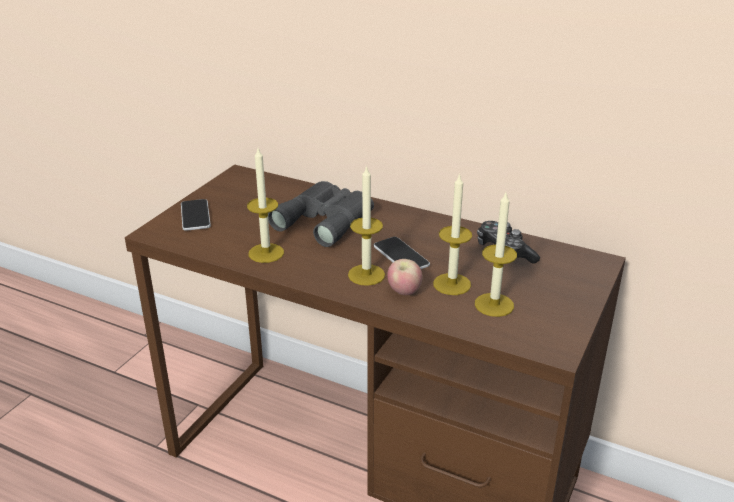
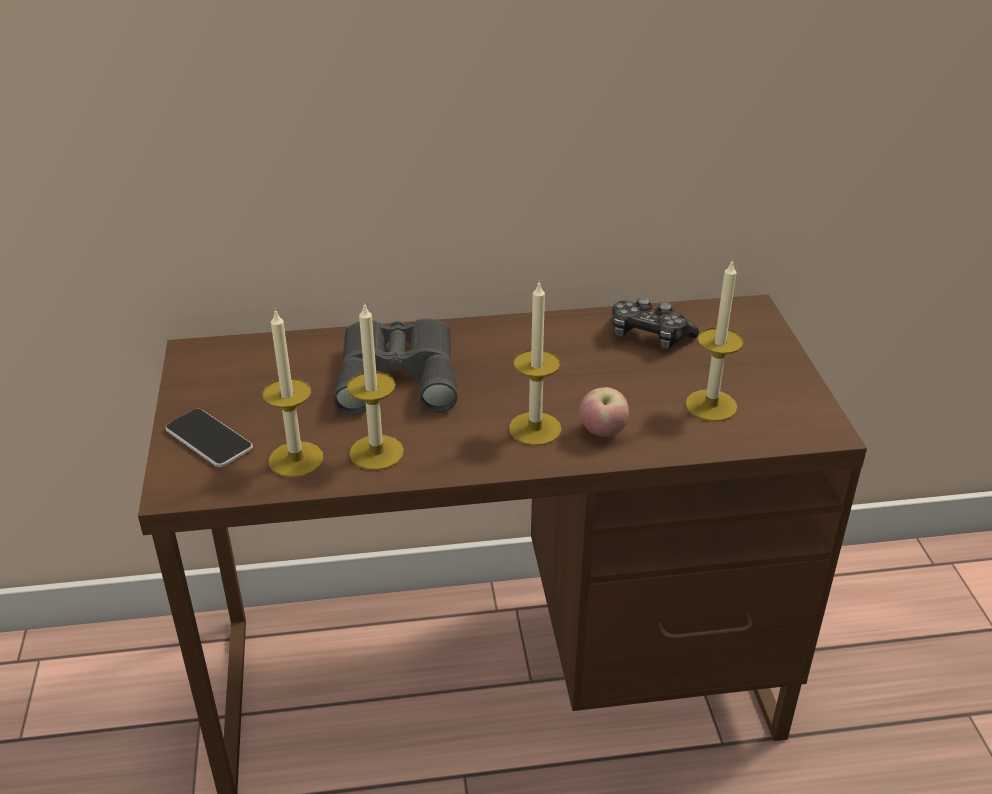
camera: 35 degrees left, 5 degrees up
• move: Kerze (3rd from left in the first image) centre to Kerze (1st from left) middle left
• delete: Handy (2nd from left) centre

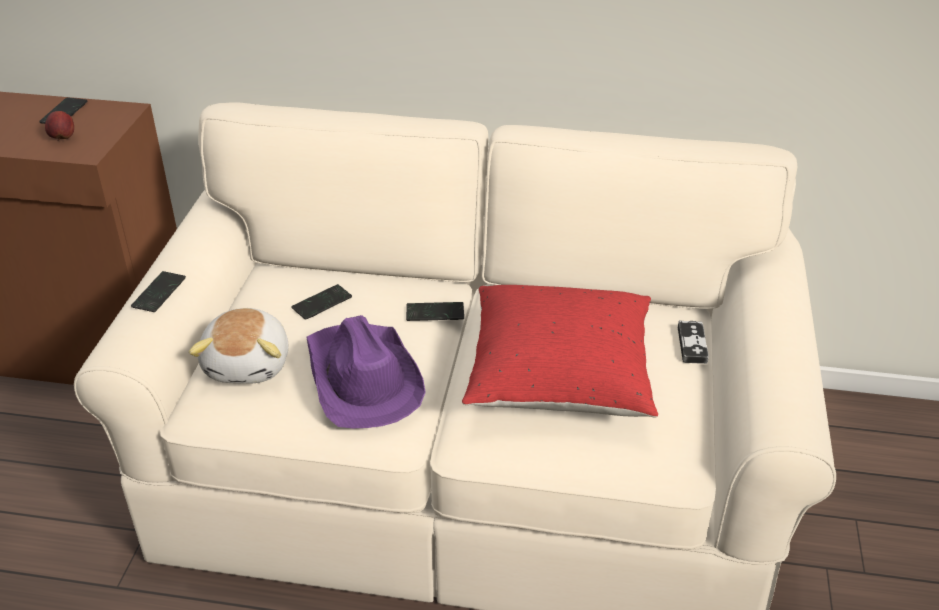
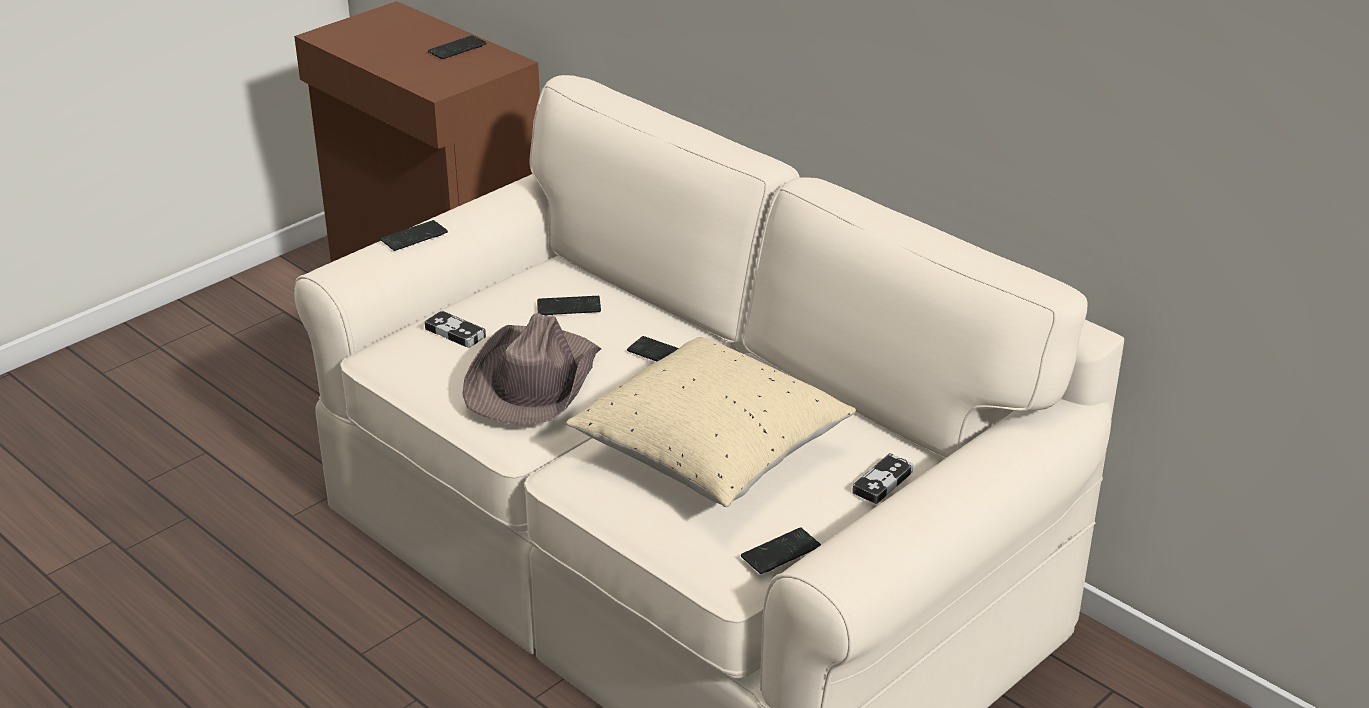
camera: 35 degrees right, 5 degrees down
• delete: Apfel top left
• recolor: Kissen [rot] centre to Kissen [beige] centre
• replace: Plüschtier middle left to Gamepad (1st from left) middle left
• recolor: Hut [lila] centre to Hut [braun] centre
• insert: Handy (5th from left) bottom centre

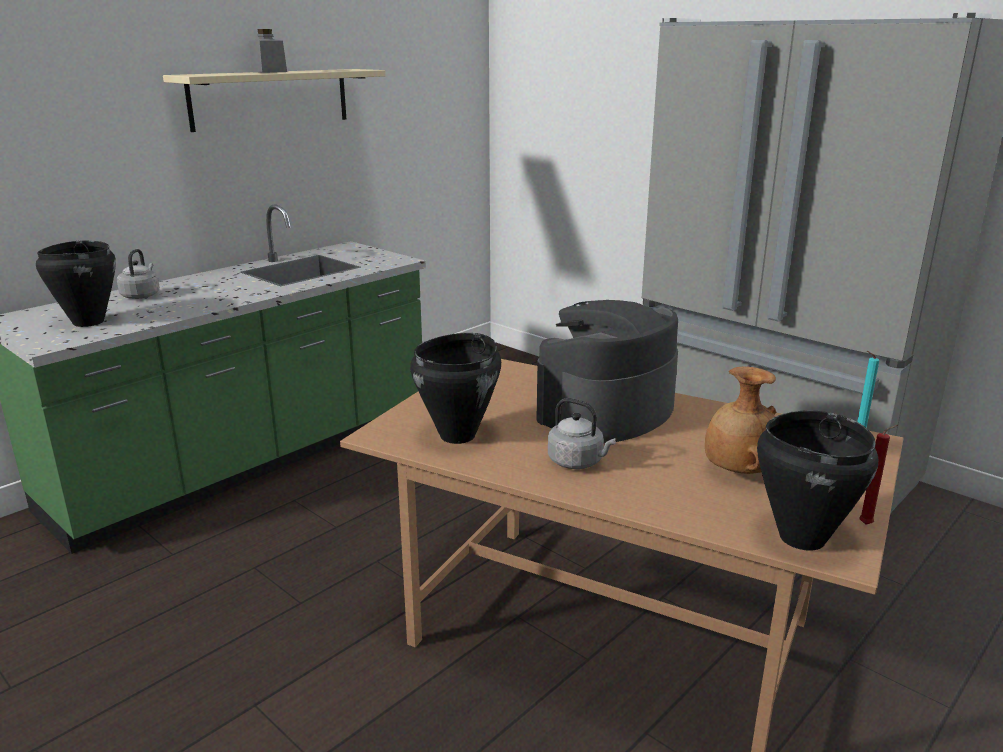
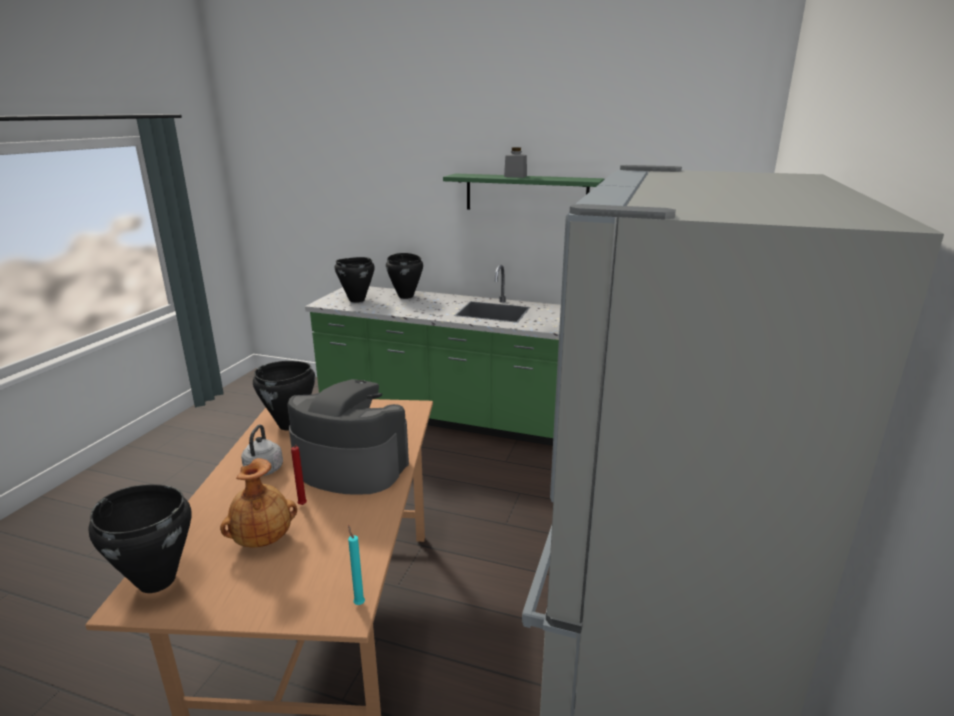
camera: 65 degrees right, 0 degrees up
• recolor: Wandregal [beige] top left to Wandregal [grün] top centre
• replace: Wasserkessel [grau] (1st from left) middle left to Kochtopf [schwarz] (4th from left) centre
• move: Kerze [rot] middle right to middle left

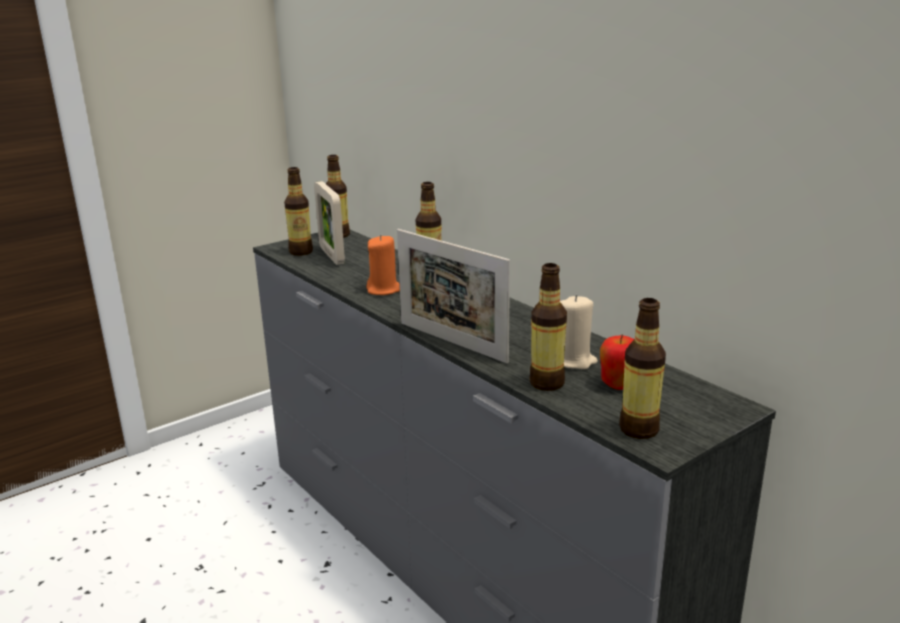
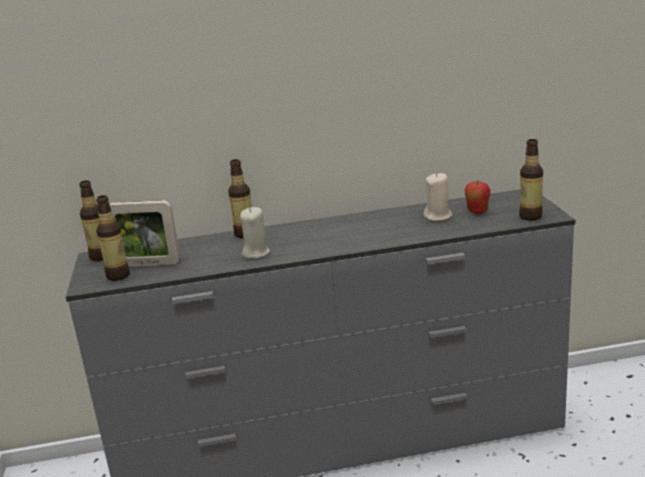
camera: 60 degrees left, 0 degrees up
• delete: Bilderrahmen (2nd from left) centre
• recolor: Kerze [orange] centre to Kerze [beige] (1st from left) centre
• delete: Flasche (4th from left) centre

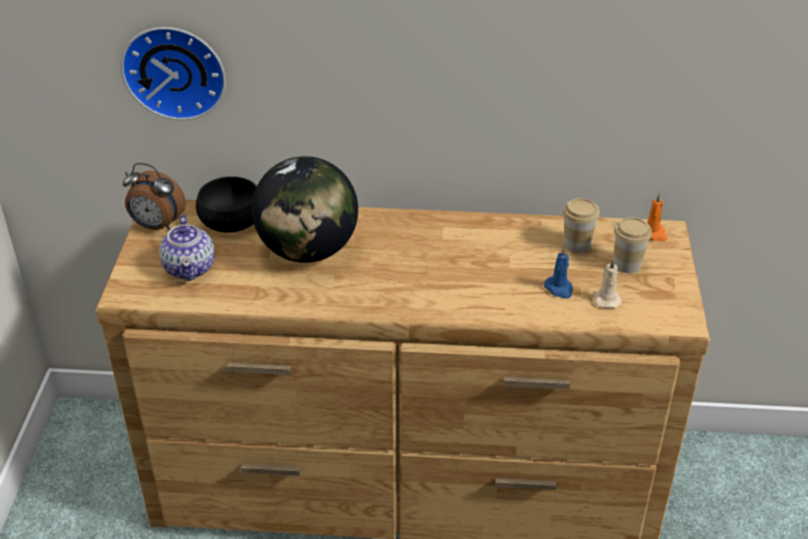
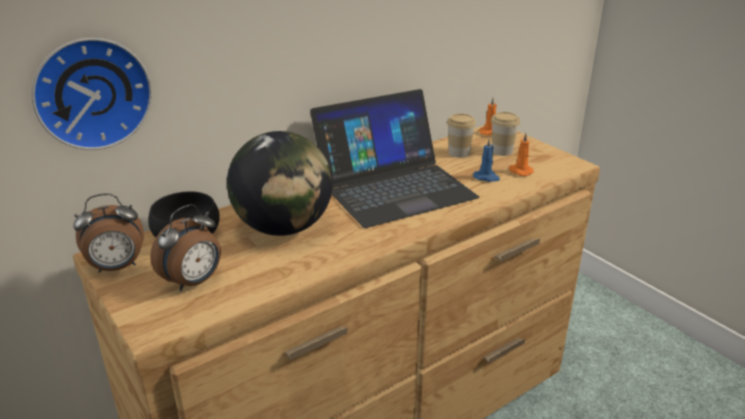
camera: 40 degrees left, 10 degrees down
• replace: Teekanne middle left to Wecker (2nd from left) middle left
• recolor: Kerze [beige] middle right to Kerze [orange] (2nd from left) middle right
• insert: Laptop centre

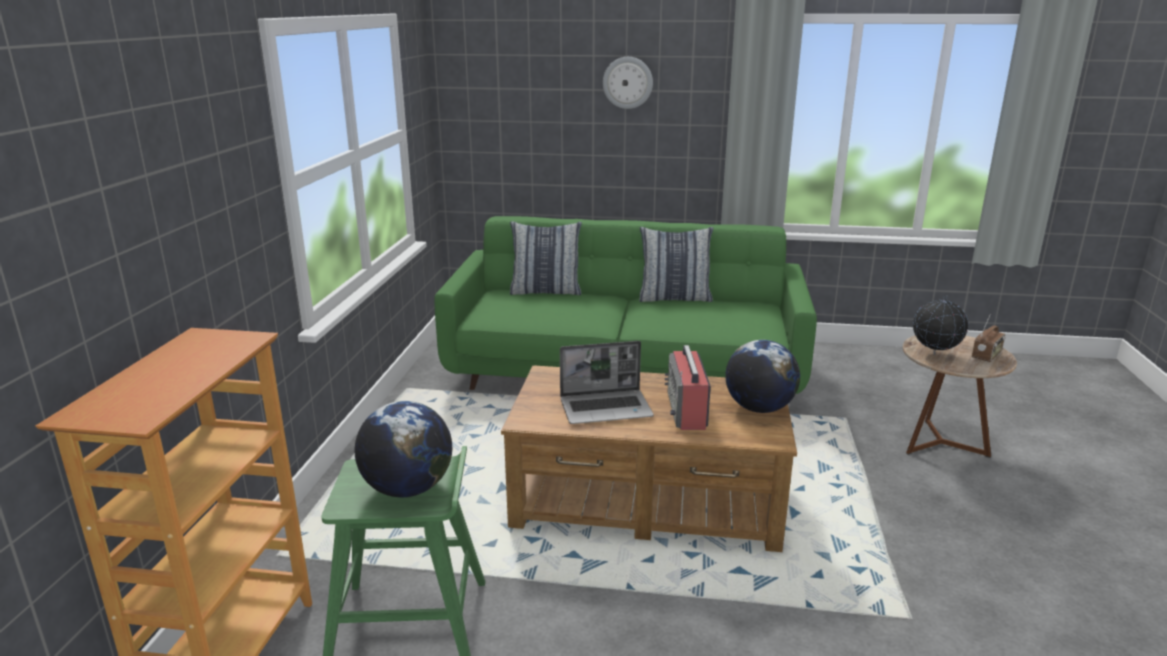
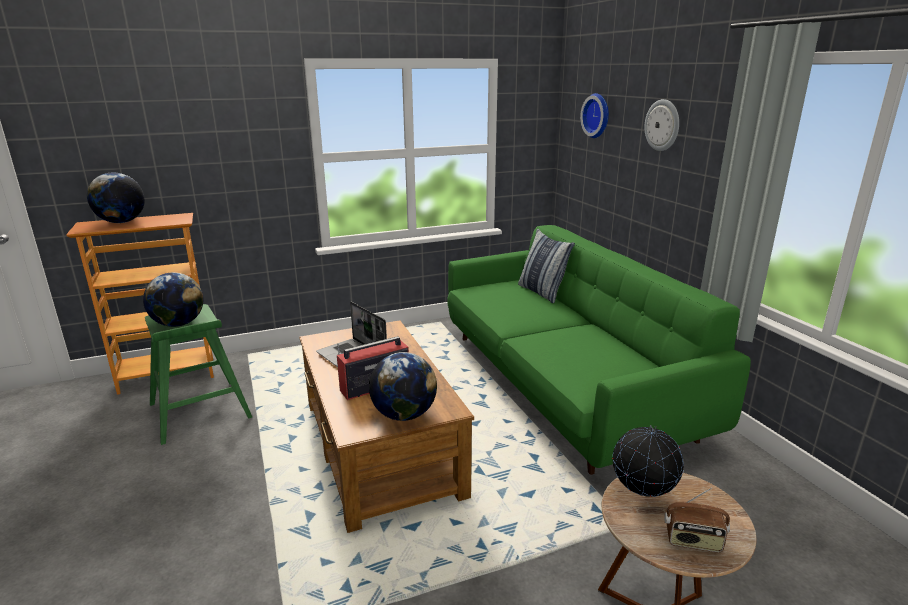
camera: 60 degrees right, 0 degrees up
• delete: Kissen (2nd from left) centre
• insert: Wanduhr (1st from left) top centre
• insert: Globus (1st from left) top left

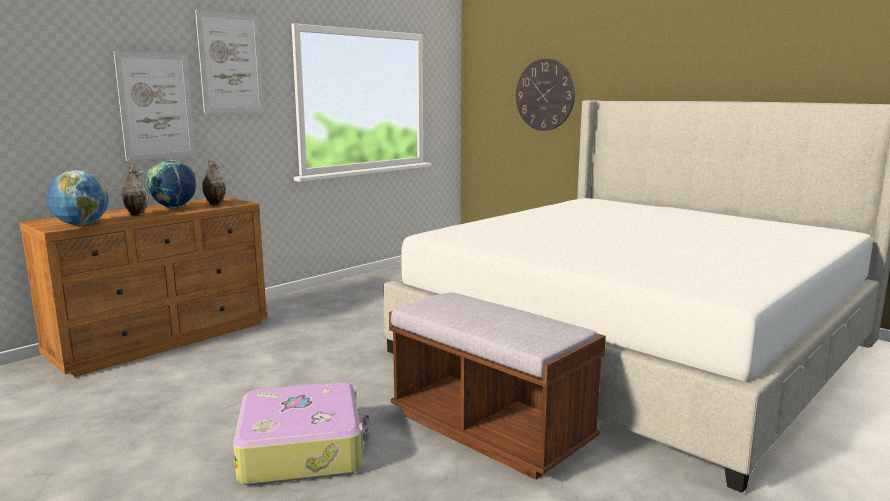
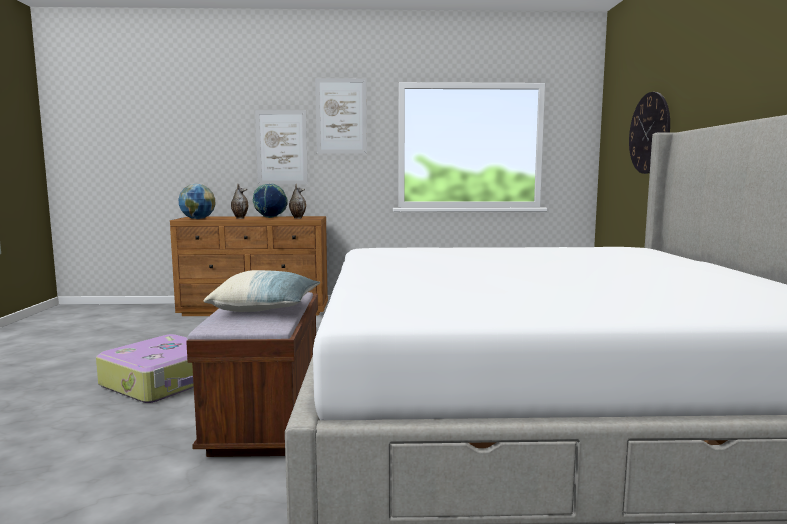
camera: 45 degrees right, 5 degrees down
• insert: Kissen middle left

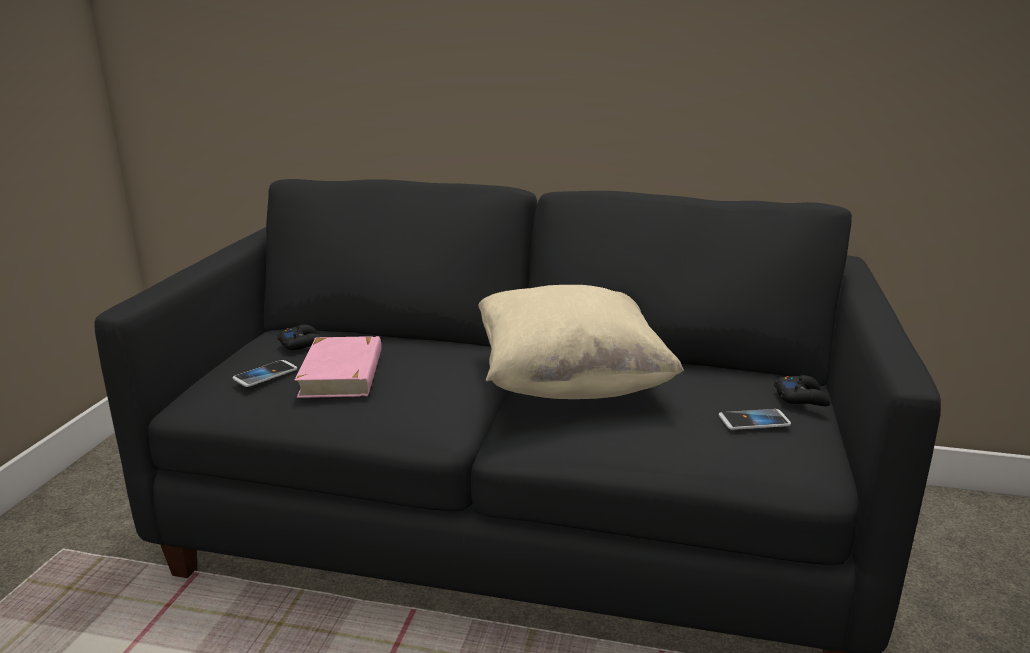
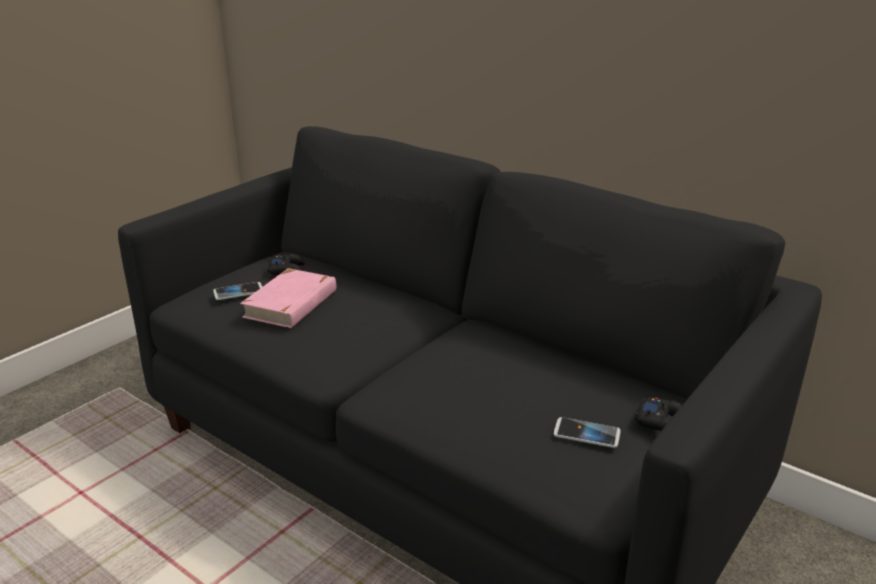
camera: 25 degrees right, 5 degrees up
• delete: Kissen [beige] centre

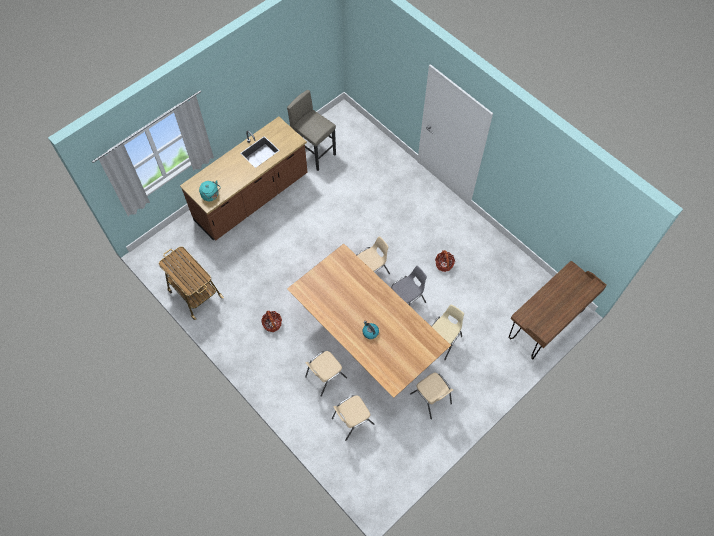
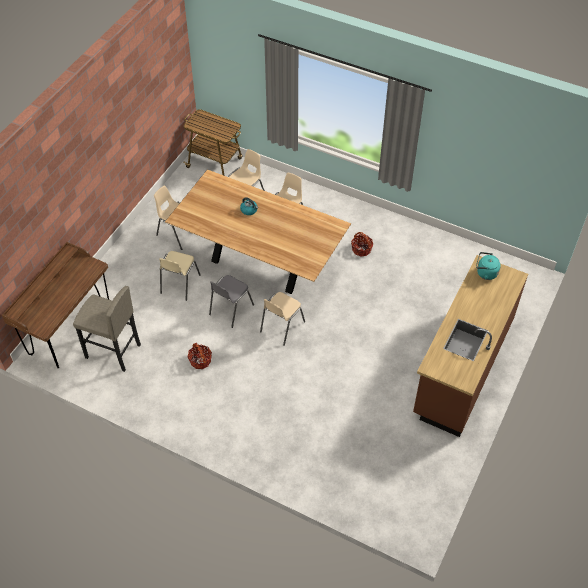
camera: 160 degrees right, 10 degrees down
• move: Hocker [grau] top centre to middle left
• move: Rollwagen middle left to top centre

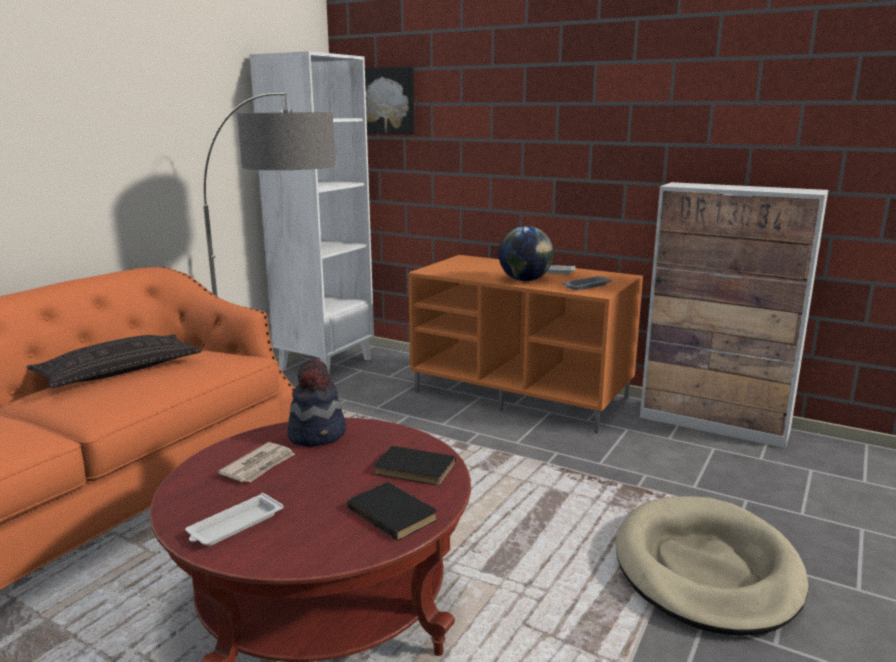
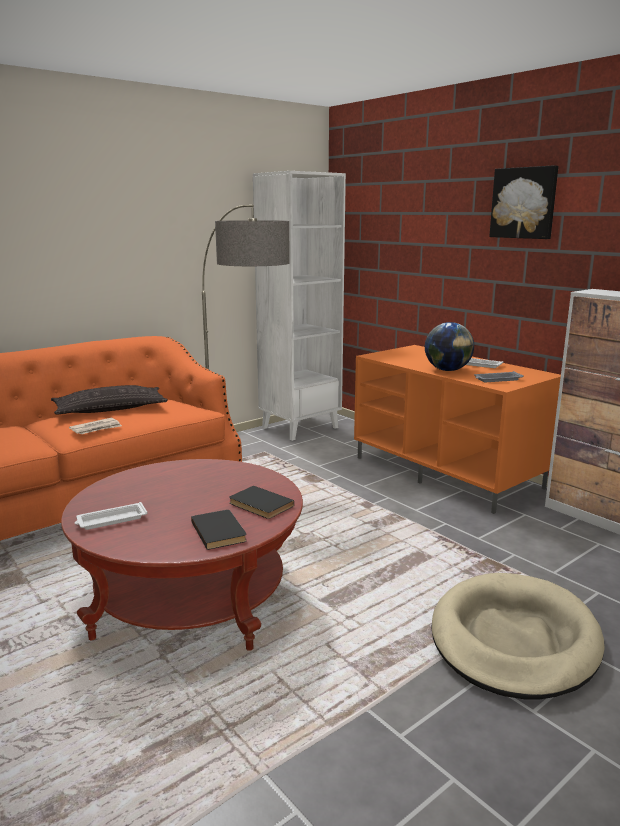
camera: 20 degrees right, 0 degrees up
• move: Bild top centre to top right
• delete: Hut centre
• move: Zeitung bottom left to middle left

